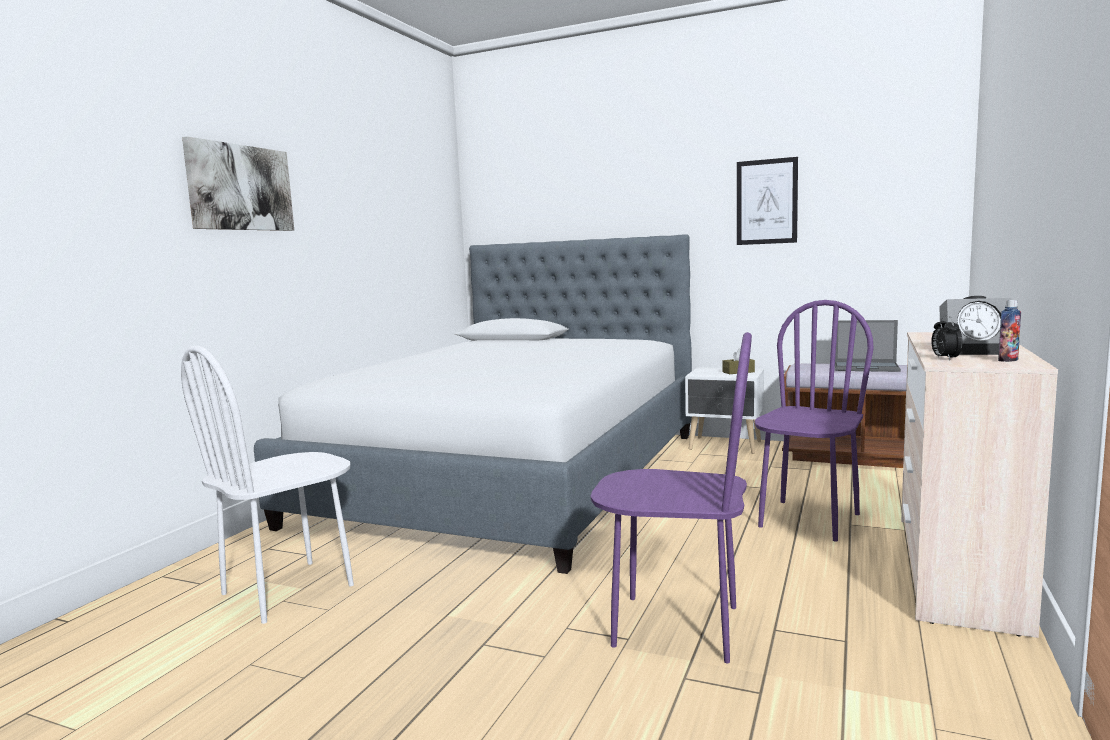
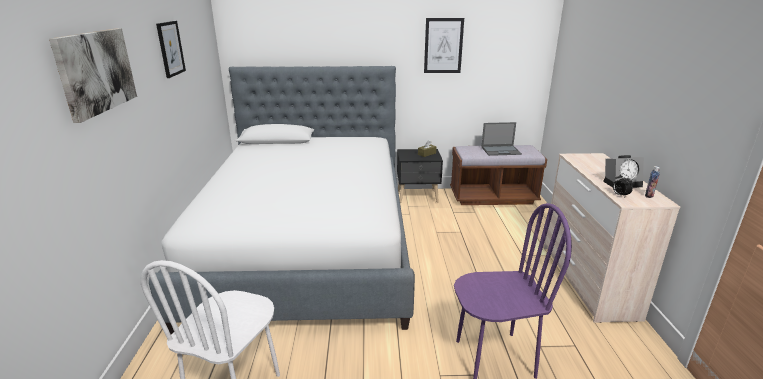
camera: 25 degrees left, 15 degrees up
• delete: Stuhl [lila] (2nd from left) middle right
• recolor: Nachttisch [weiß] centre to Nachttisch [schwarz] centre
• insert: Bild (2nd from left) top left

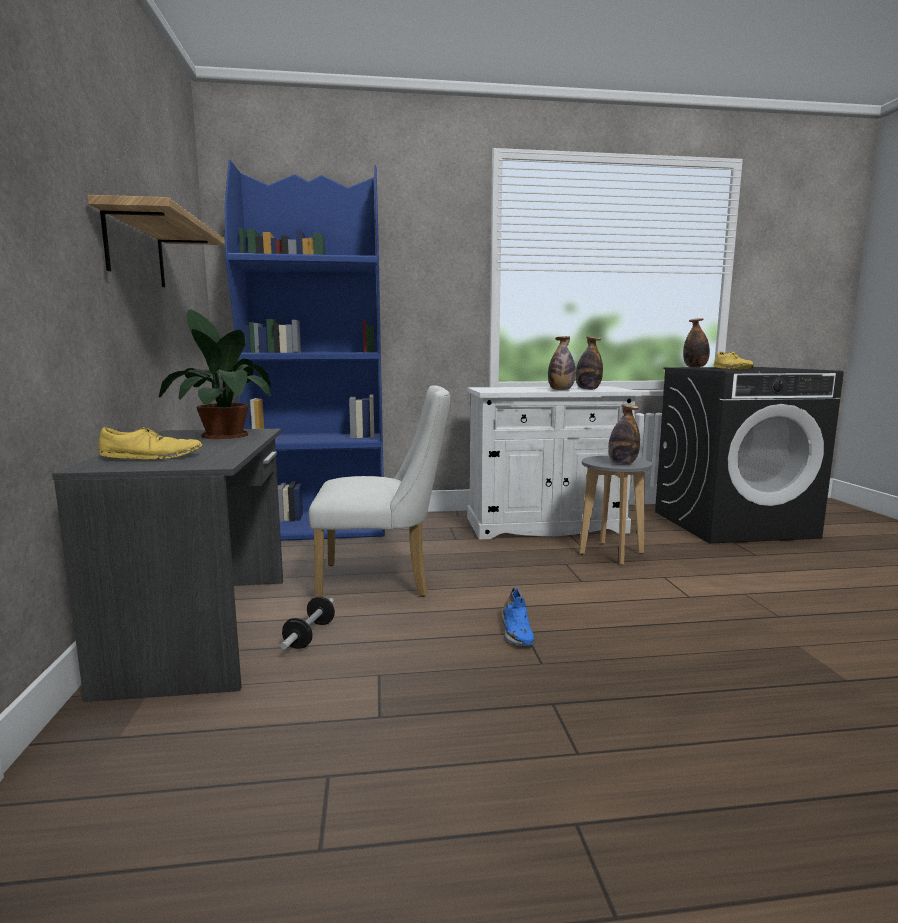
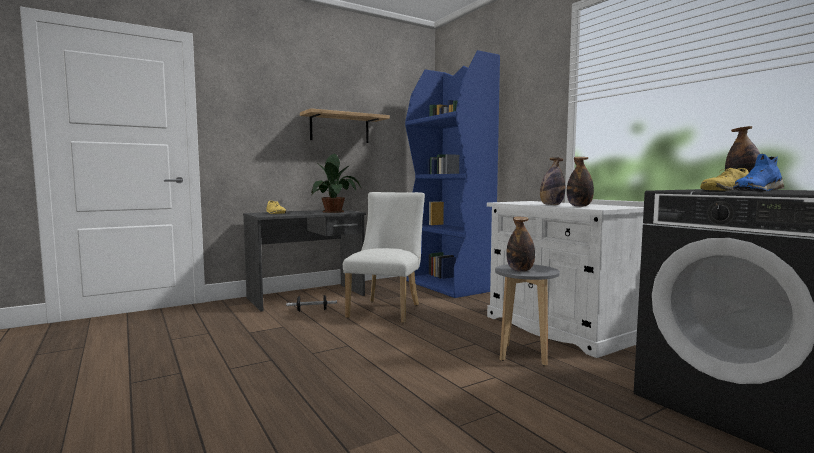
camera: 65 degrees right, 5 degrees down
• rotate: Stuhl [weiß] centre = centre 135 degrees counterclockwise
• move: Schuh [blau] bottom centre to middle right

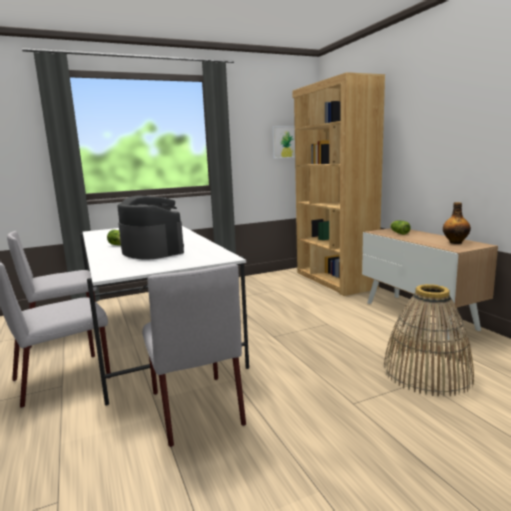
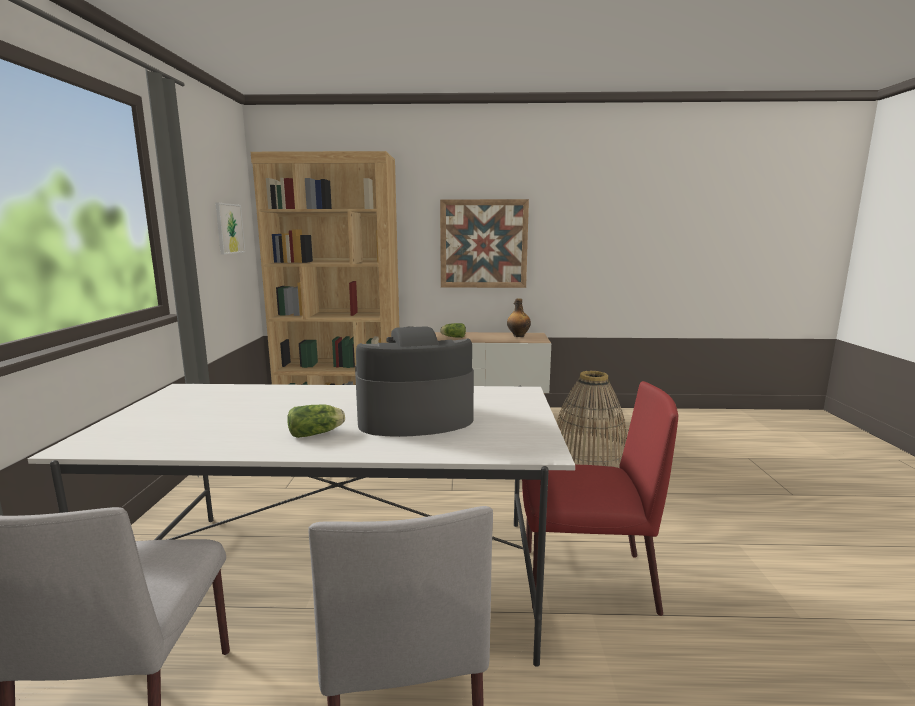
camera: 65 degrees left, 0 degrees up
• recolor: Stuhl [grau] (3rd from left) bottom centre to Stuhl [rot] bottom centre
• insert: Bild (2nd from left) centre

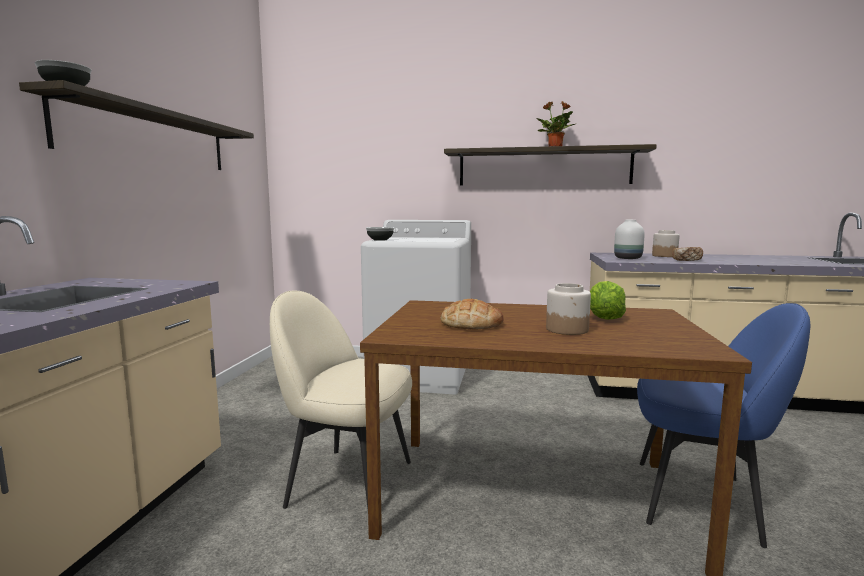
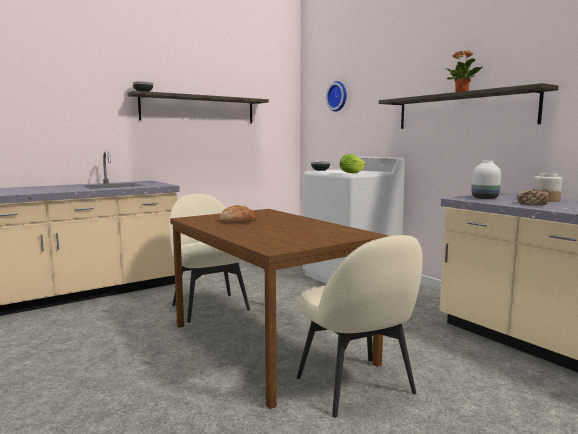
camera: 45 degrees right, 0 degrees up
• move: Salatkopf middle right to centre
• delete: Vorratsglas (1st from left) centre
• recolor: Stuhl [blau] bottom right to Stuhl [beige] (2nd from left) bottom centre
• insert: Wanduhr top centre

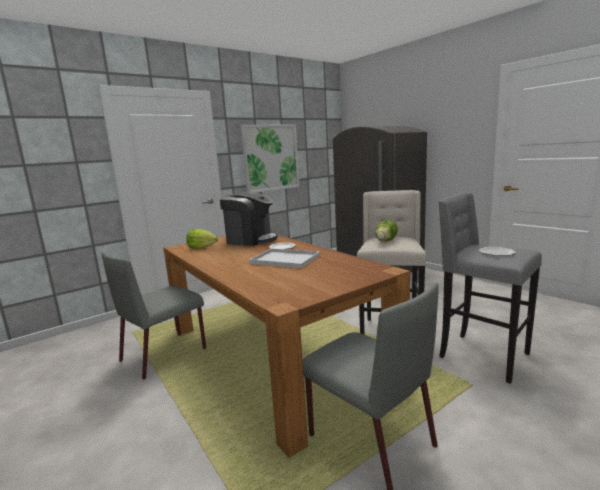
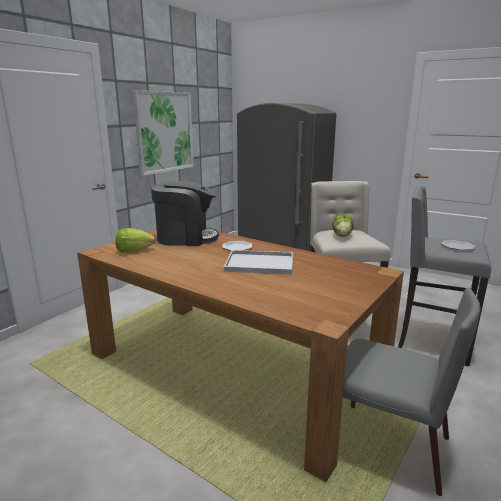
camera: 20 degrees left, 5 degrees up
• delete: Stuhl [grau] (1st from left) middle left

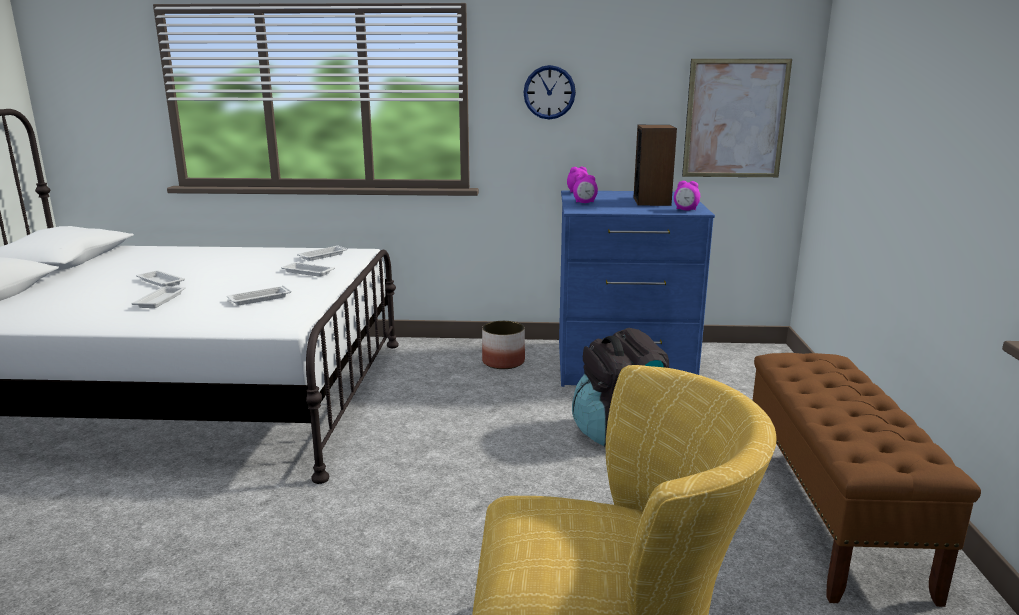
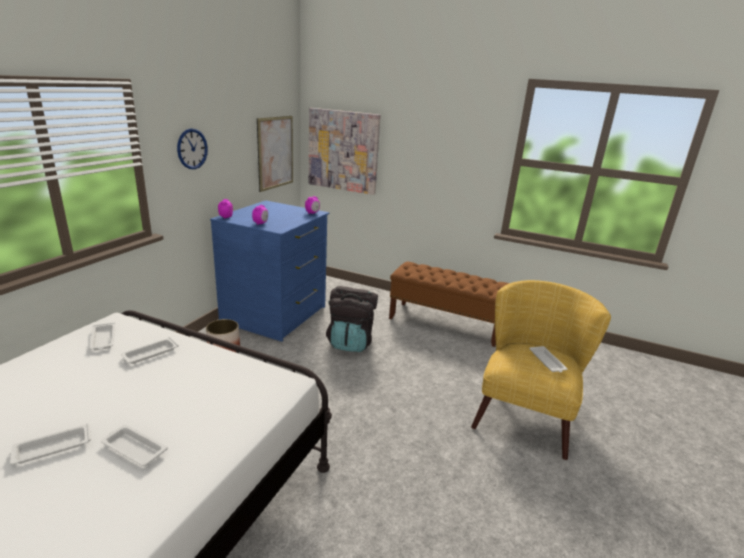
camera: 70 degrees left, 5 degrees up
• delete: Lautsprecher top centre
• move: Tablett [weiß] (3rd from left in the first image) middle left to Tablett [weiß] (5th from left) middle right
• insert: Bild (2nd from left) top centre

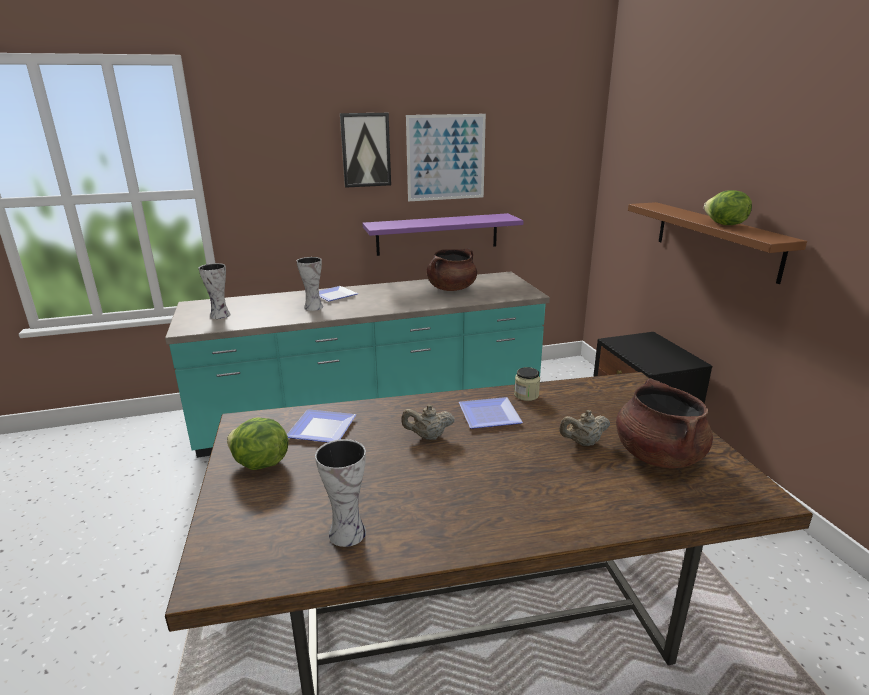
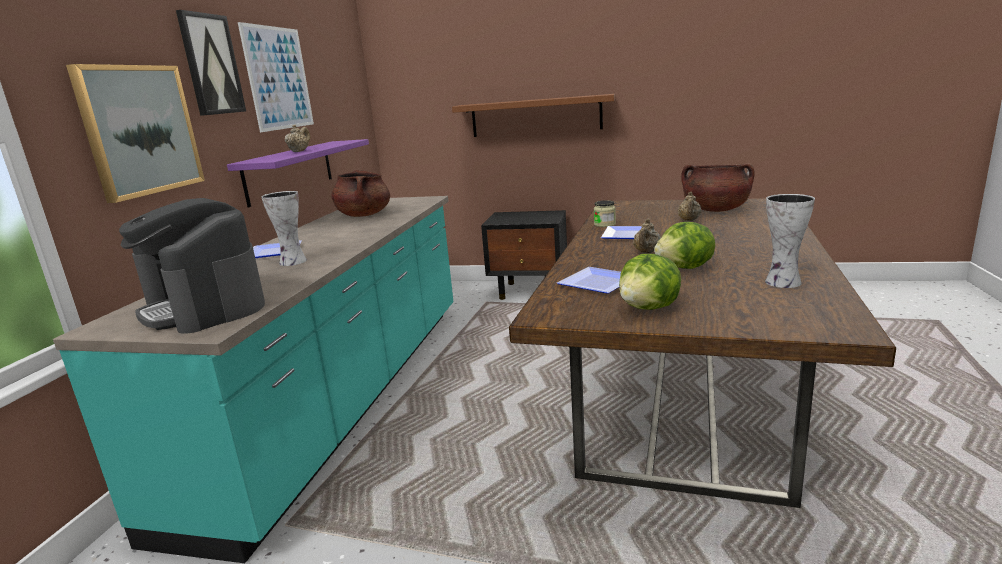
camera: 60 degrees left, 5 degrees down
• move: Salatkopf (2nd from left) top right to middle right
• replace: Vase (1st from left) middle left to Kaffeemaschine middle left
• insert: Bild (1st from left) top left
• insert: Teekanne [beige] (1st from left) top left

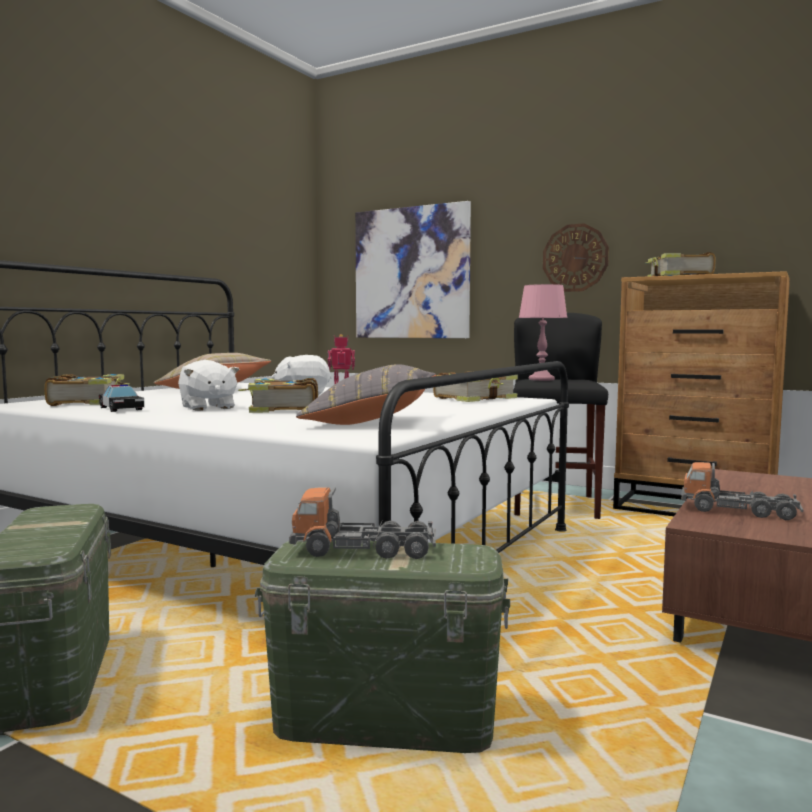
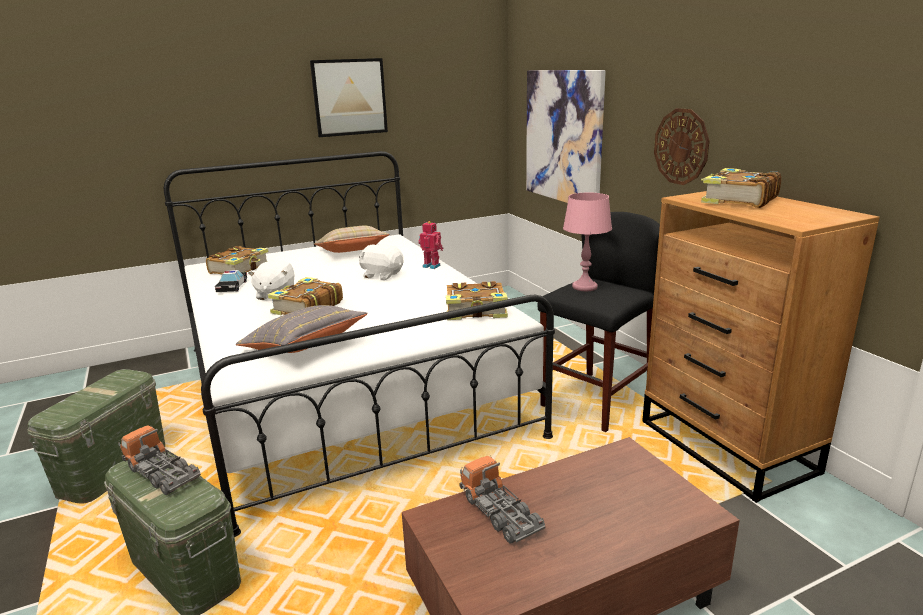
camera: 35 degrees right, 15 degrees up
• insert: Bild (1st from left) top centre

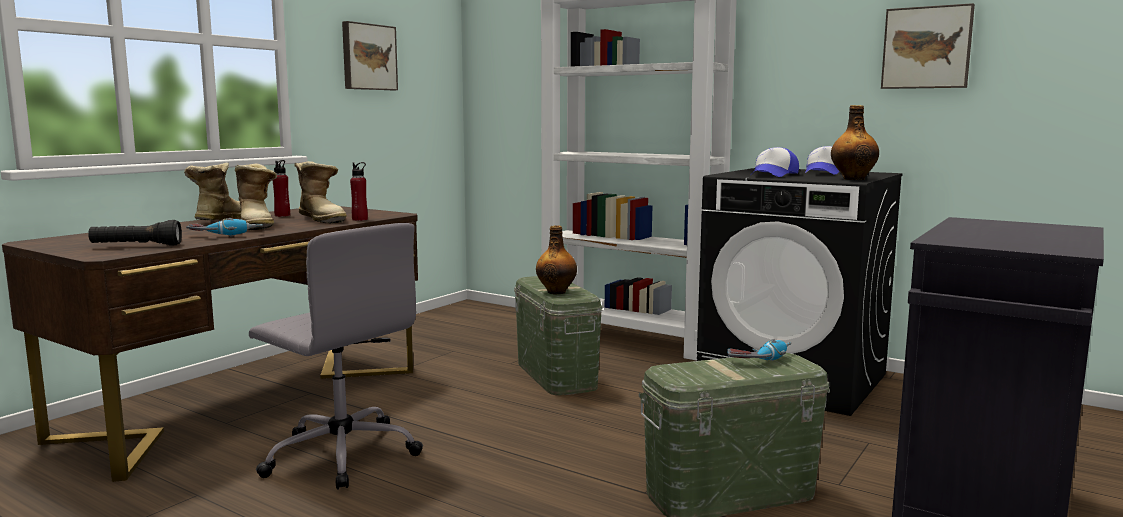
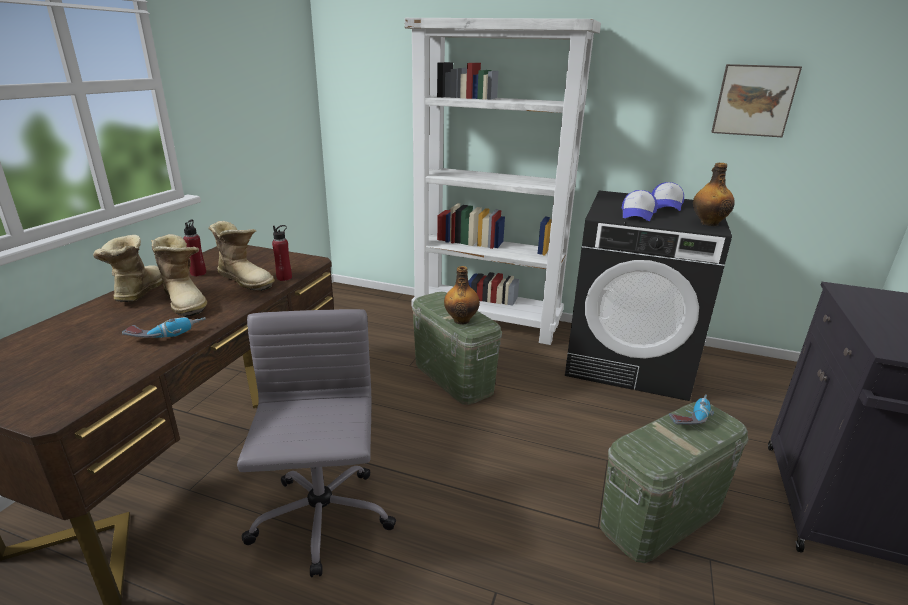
camera: 15 degrees left, 15 degrees up
• delete: Bild (1st from left) top left
• delete: Taschenlampe [schwarz] middle left
• rotate: Bürostuhl [grau] bottom left = bottom centre 120 degrees counterclockwise

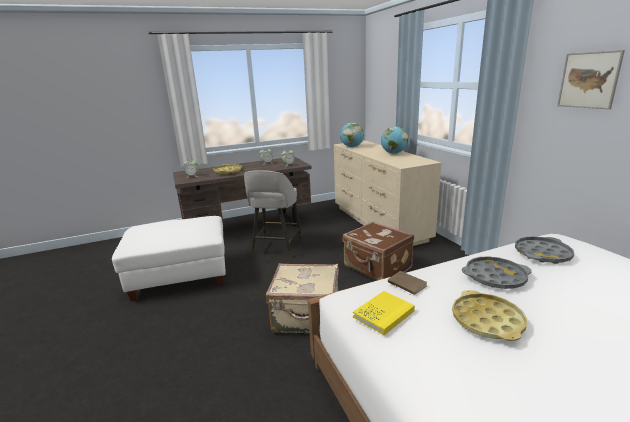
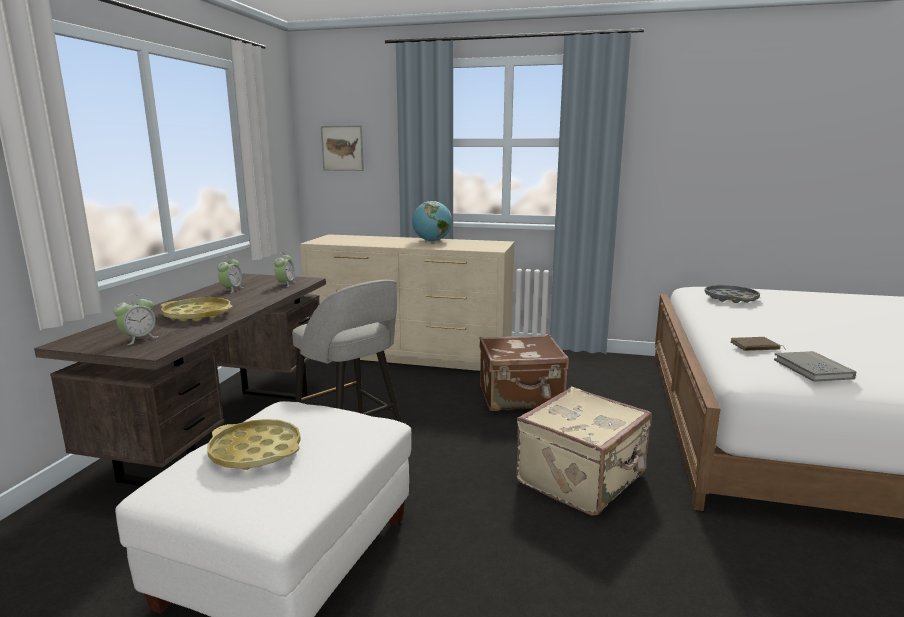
camera: 55 degrees left, 5 degrees down
• move: Bild top right to top centre
• delete: Globus (1st from left) top centre
• delete: Tablett [grau] (1st from left) middle right
• move: Tablett [gelb] (2nd from left) bottom right to bottom left
• recolor: Buch [gelb] bottom centre to Buch [grau] middle right

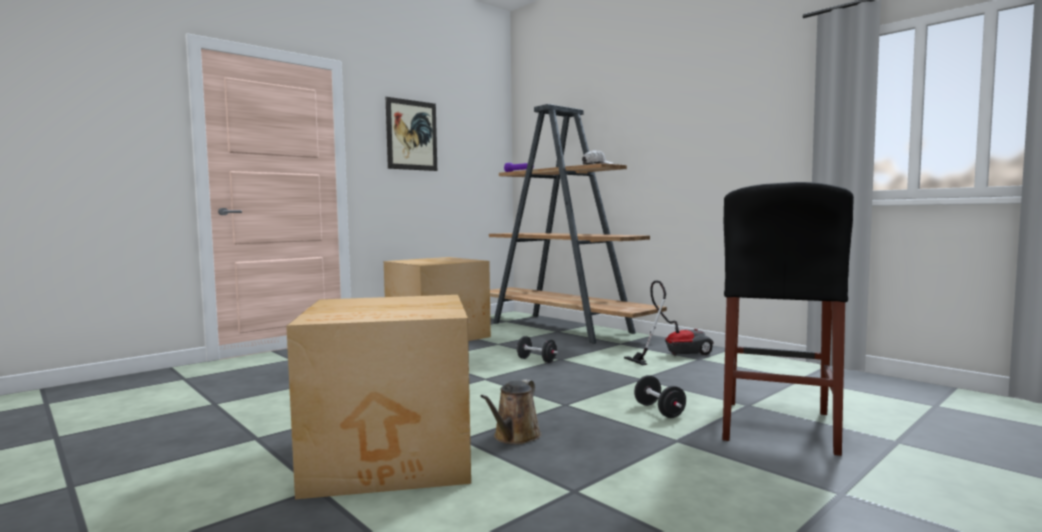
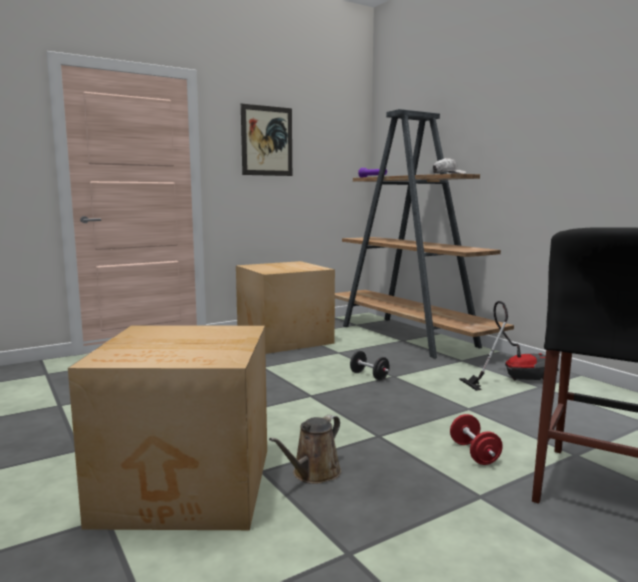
camera: 10 degrees right, 5 degrees up
• recolor: Hantel [schwarz] (2nd from left) bottom centre to Hantel [rot] bottom right

